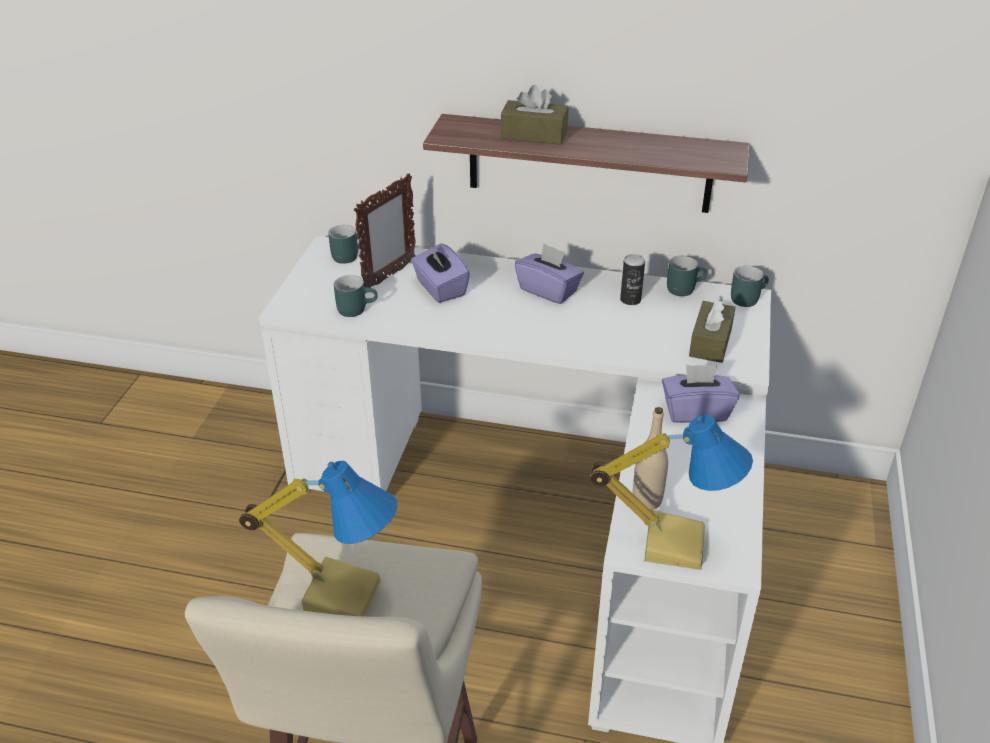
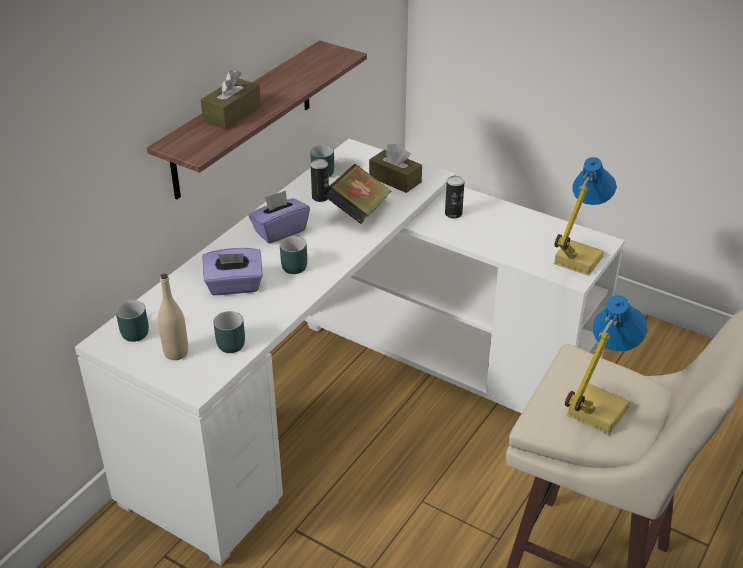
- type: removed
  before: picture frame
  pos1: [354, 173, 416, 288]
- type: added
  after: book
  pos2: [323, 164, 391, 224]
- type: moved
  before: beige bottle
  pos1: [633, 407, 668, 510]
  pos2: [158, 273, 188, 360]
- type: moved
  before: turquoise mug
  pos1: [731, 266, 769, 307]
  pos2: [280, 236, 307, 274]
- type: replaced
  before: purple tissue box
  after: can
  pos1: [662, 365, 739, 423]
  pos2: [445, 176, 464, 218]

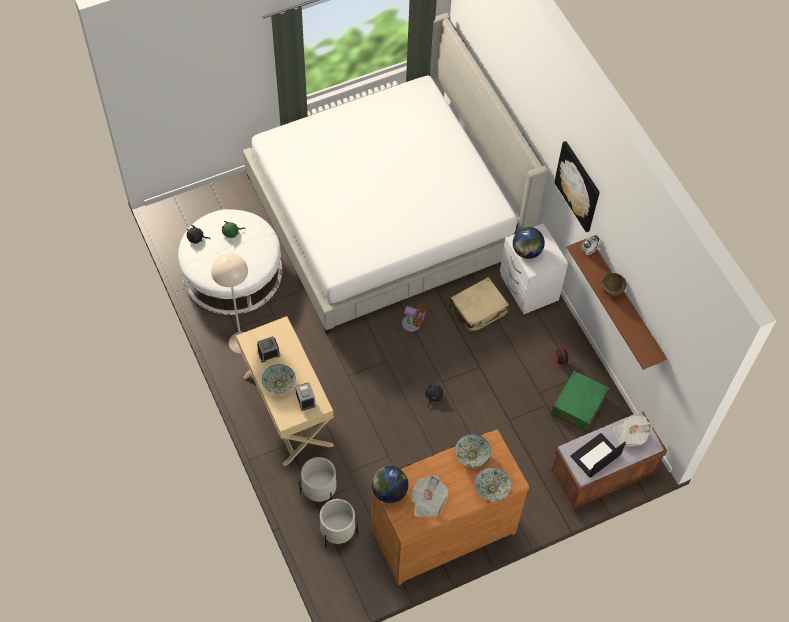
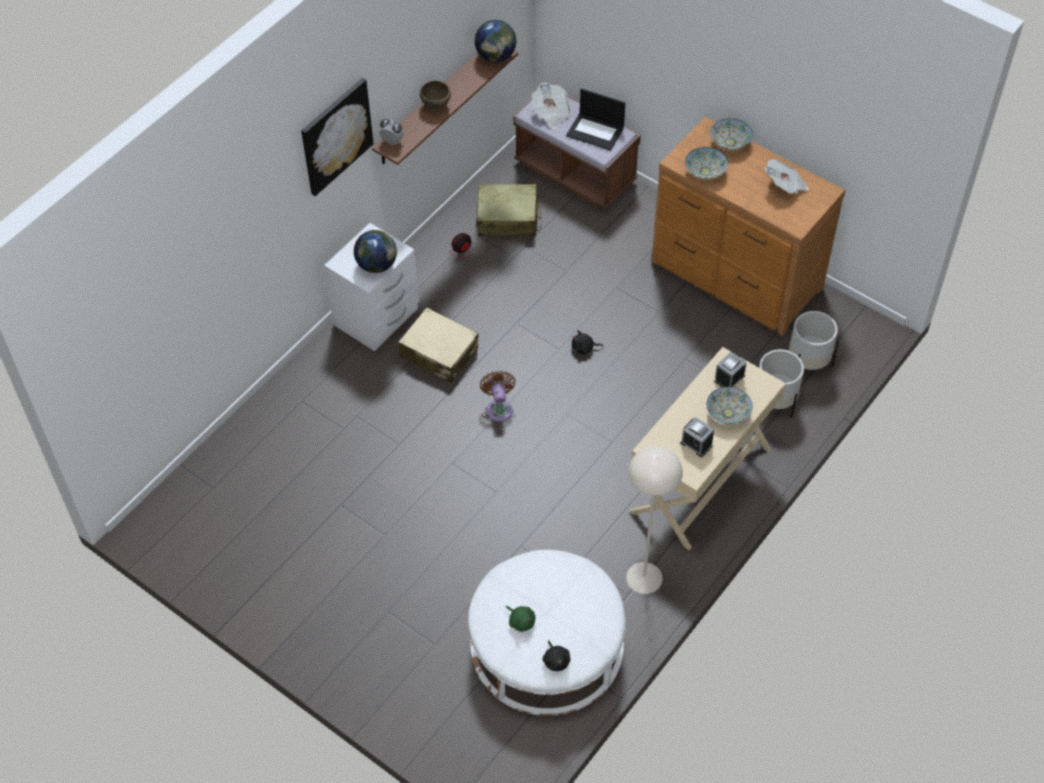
- type: removed
  before: bed
  pos1: [243, 13, 548, 333]
- type: moved
  before: globe
  pos1: [372, 466, 408, 503]
  pos2: [475, 20, 516, 63]
- type: recoloured
  before: green suitcase
  after: beige suitcase
  pos1: [551, 371, 609, 432]
  pos2: [476, 184, 541, 236]

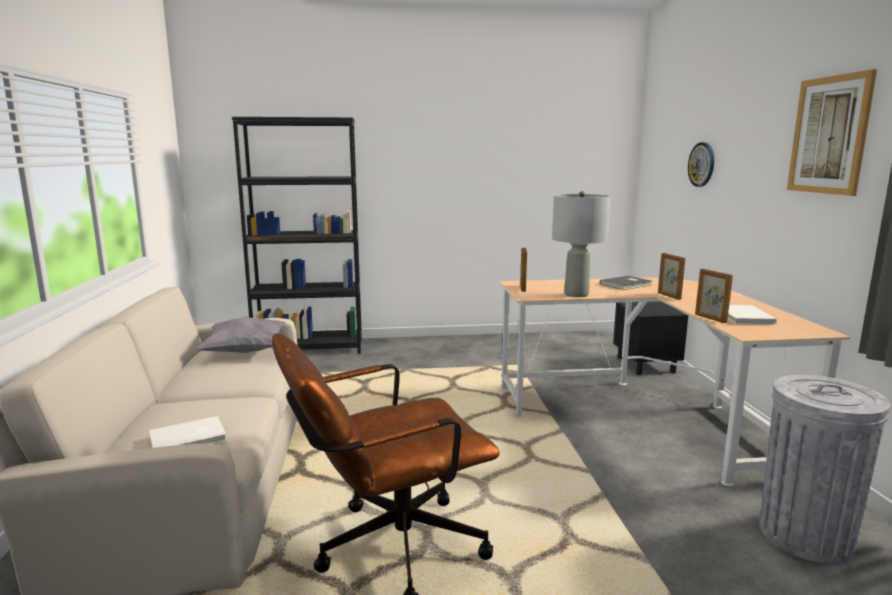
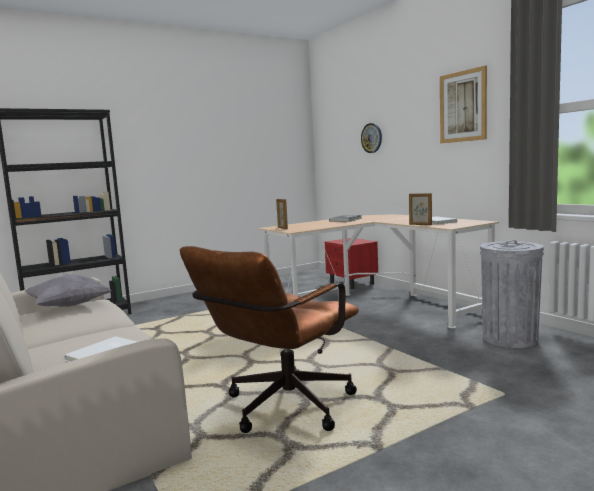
- type: removed
  before: grey table lamp
  pos1: [552, 191, 611, 297]
- type: removed
  before: picture frame
  pos1: [658, 253, 685, 300]
- type: recoloured
  before: black nightstand
  after: red nightstand
  pos1: [613, 301, 688, 375]
  pos2: [325, 238, 378, 289]

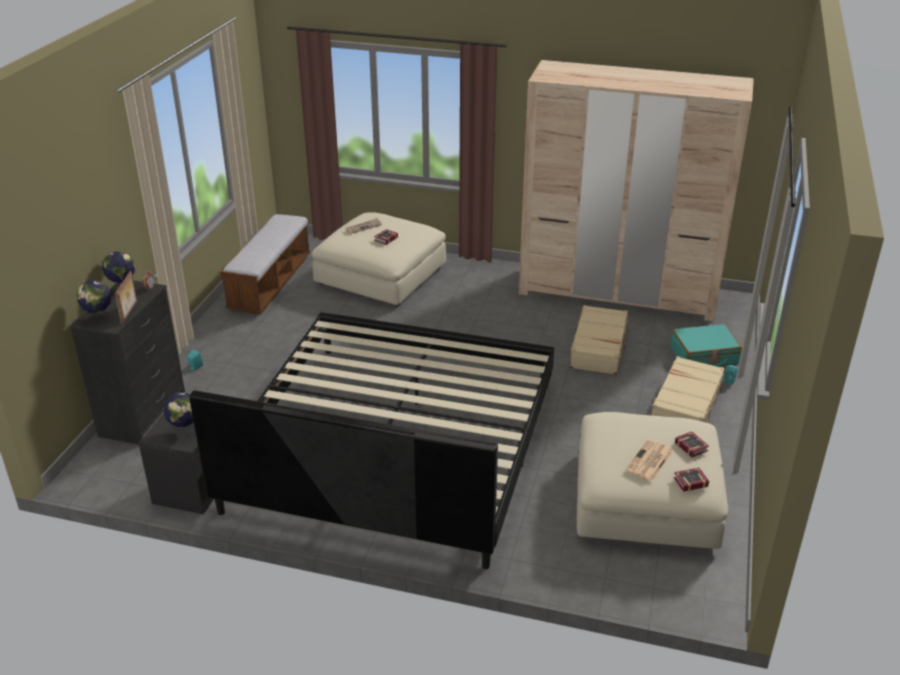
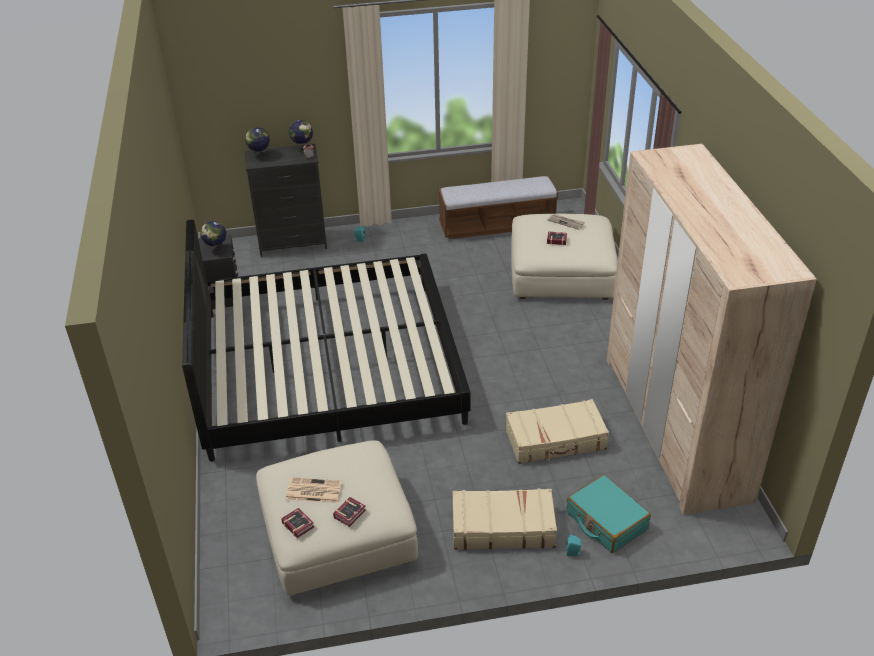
- type: removed
  before: picture frame
  pos1: [115, 271, 137, 324]

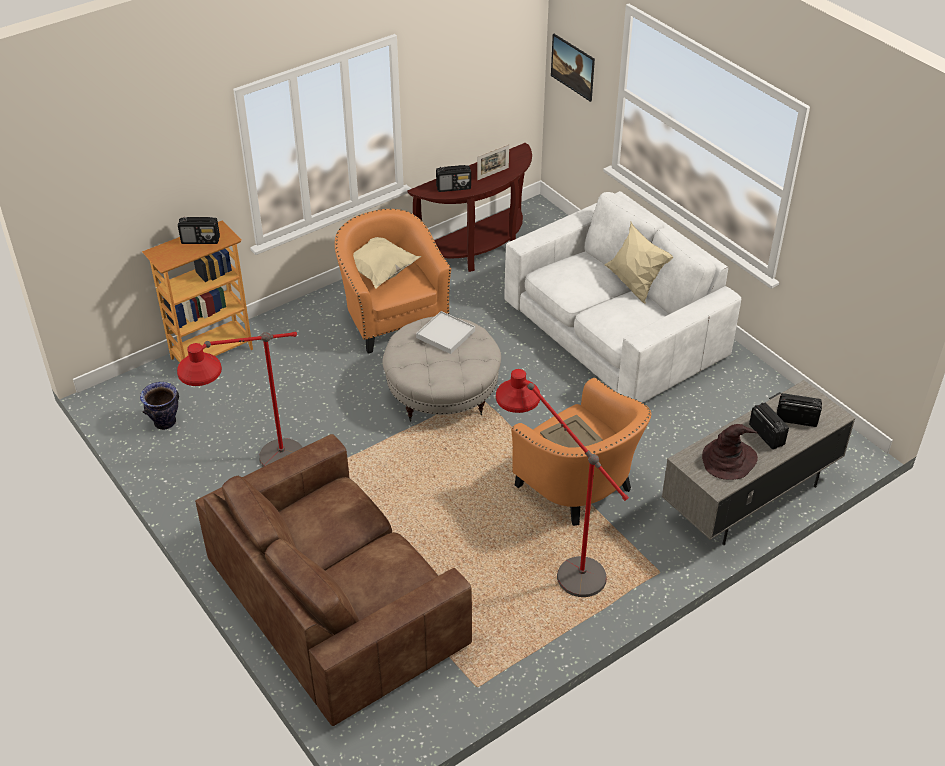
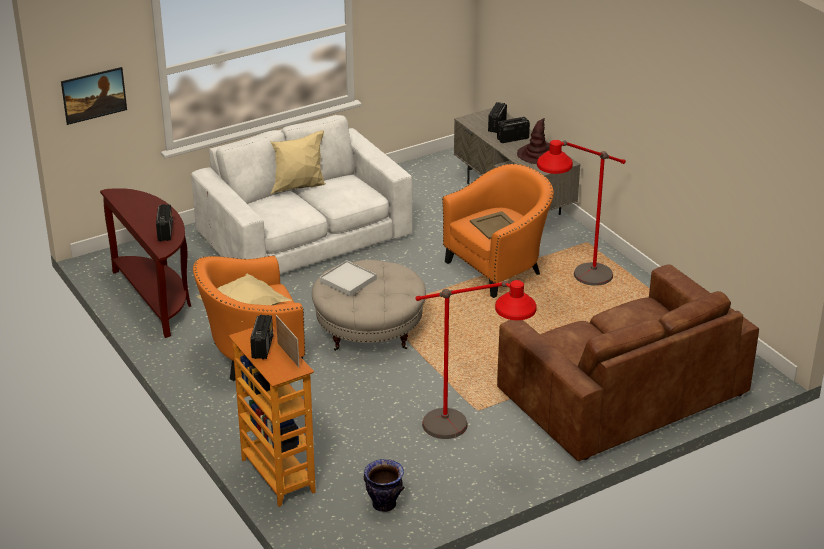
- type: moved
  before: picture frame
  pos1: [477, 144, 509, 180]
  pos2: [276, 315, 299, 367]

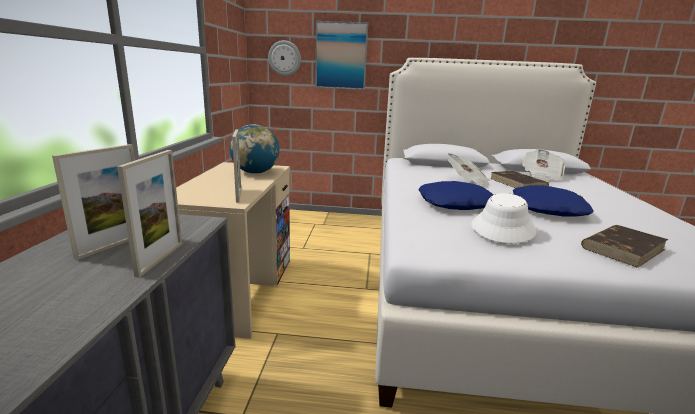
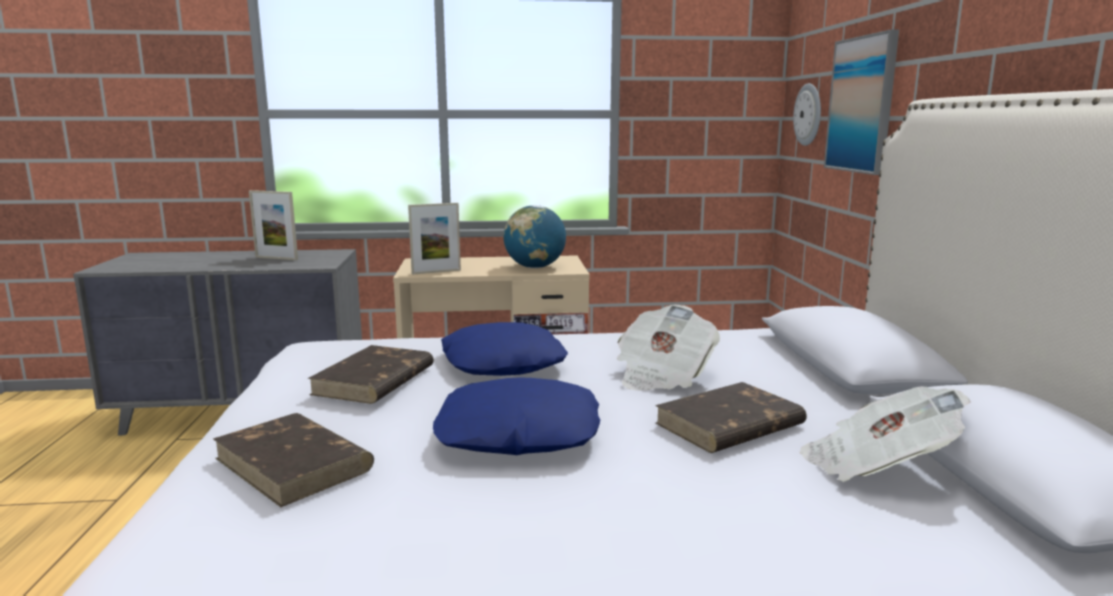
- type: removed
  before: picture frame
  pos1: [117, 150, 182, 277]
- type: replaced
  before: white hat
  after: brown book
  pos1: [471, 193, 536, 243]
  pos2: [308, 345, 434, 404]

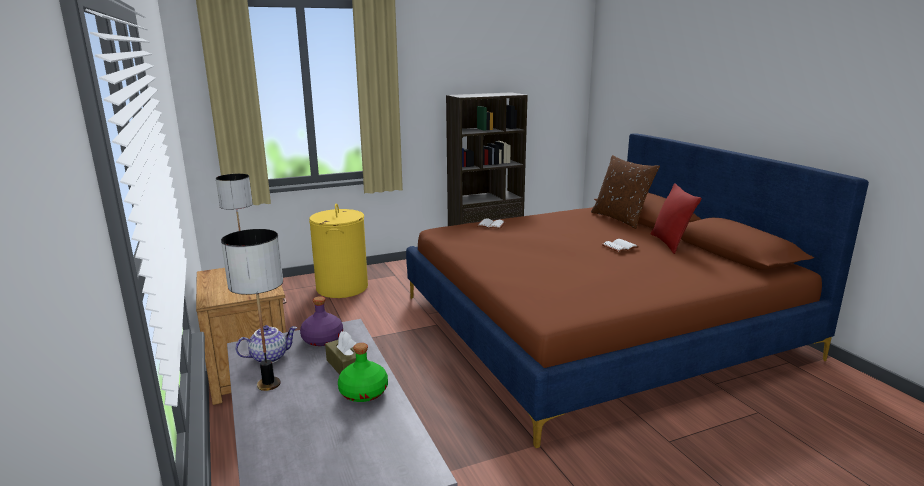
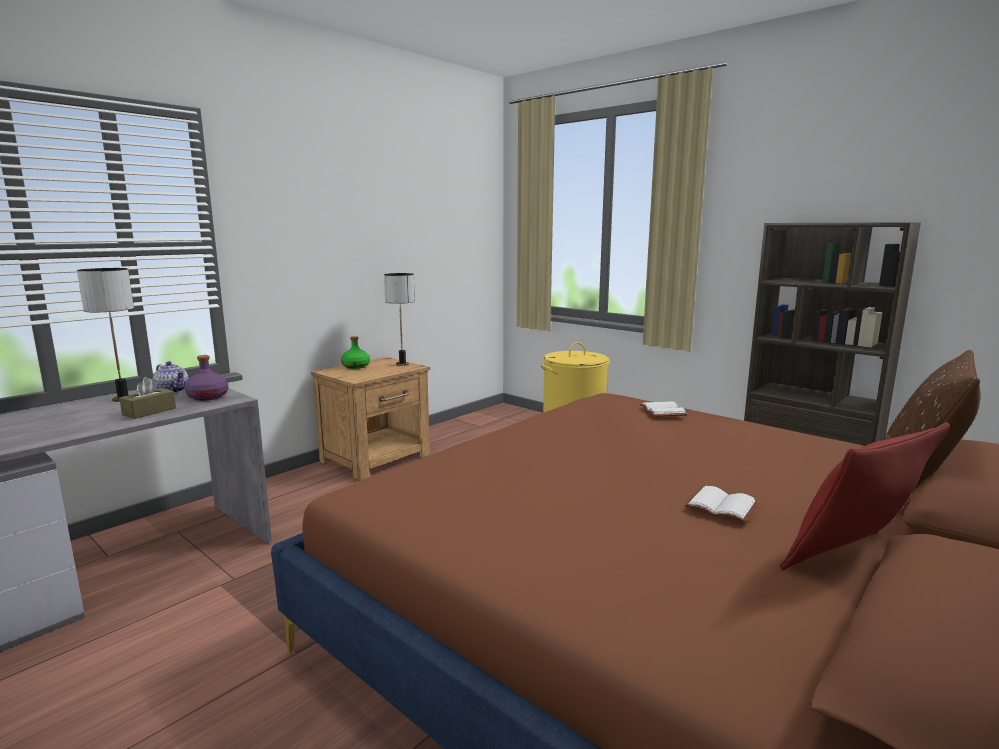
- type: moved
  before: green bottle
  pos1: [338, 343, 388, 402]
  pos2: [341, 336, 370, 369]

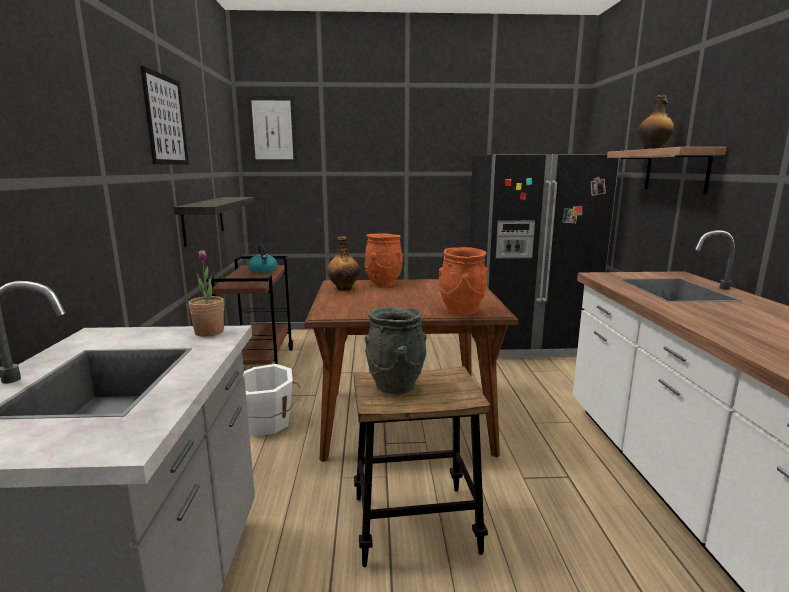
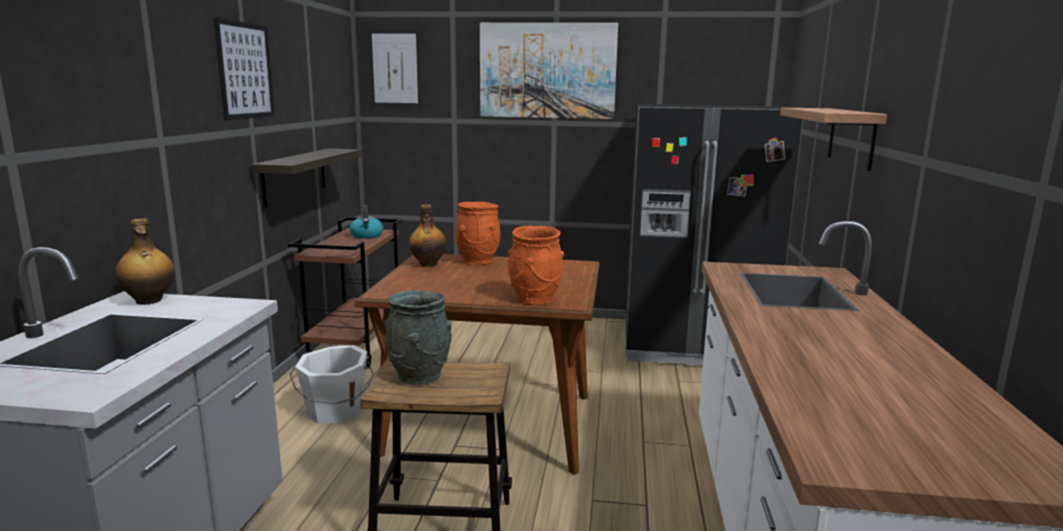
- type: removed
  before: potted plant
  pos1: [188, 250, 224, 337]
- type: added
  after: picture
  pos2: [480, 23, 618, 119]
- type: moved
  before: bottle
  pos1: [638, 95, 674, 149]
  pos2: [115, 218, 175, 305]

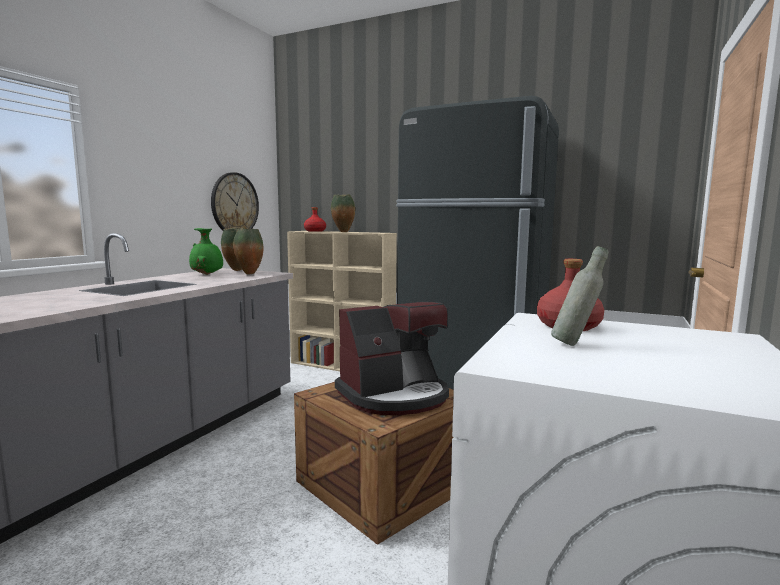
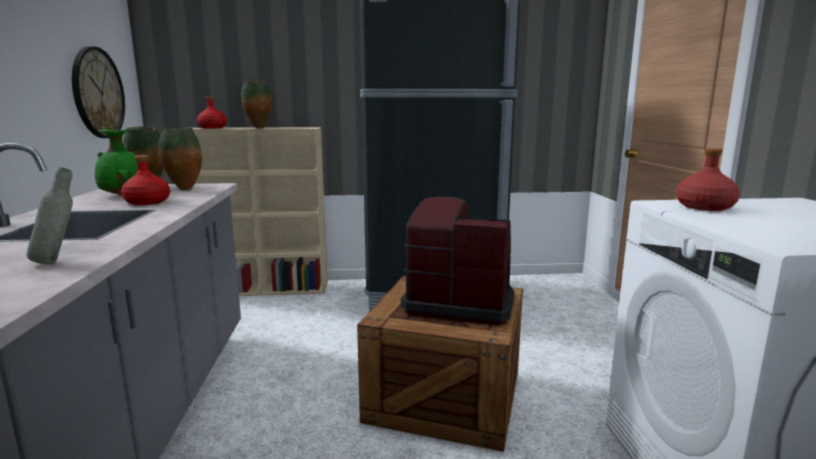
- type: added
  after: red bottle
  pos2: [121, 155, 170, 205]
- type: moved
  before: grey bottle
  pos1: [551, 246, 608, 346]
  pos2: [27, 167, 73, 264]
- type: turned
  before: coffee machine
  pos1: [335, 302, 449, 415]
  pos2: [401, 196, 515, 326]
  turn: -105

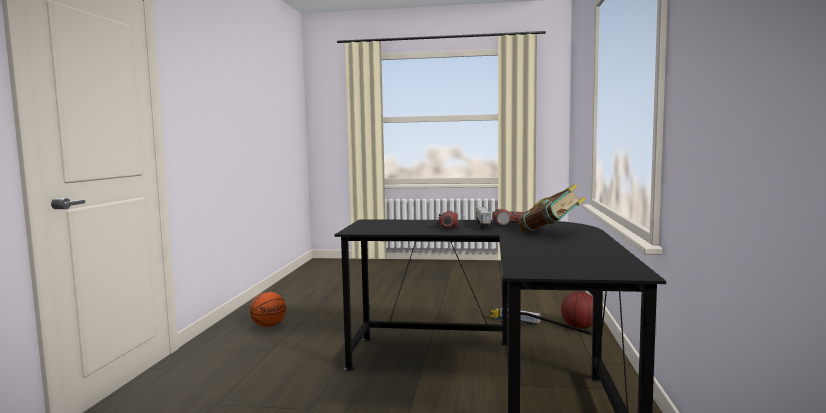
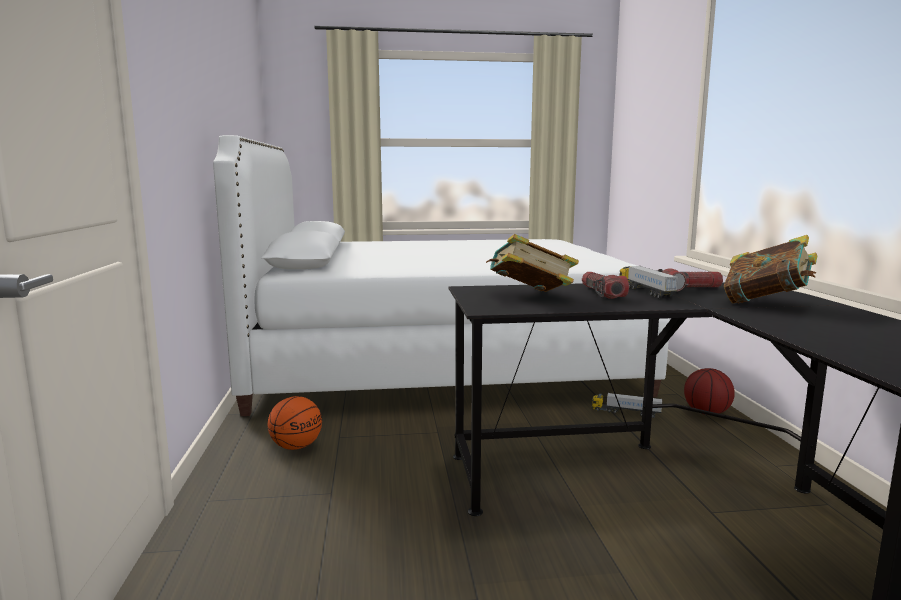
- type: added
  after: white bed
  pos2: [213, 135, 670, 416]
- type: added
  after: book
  pos2: [486, 234, 579, 292]

